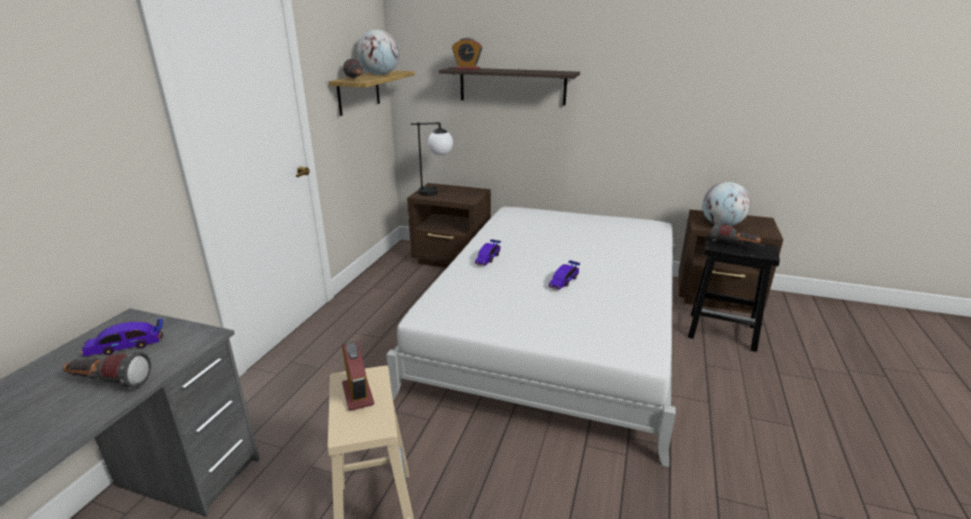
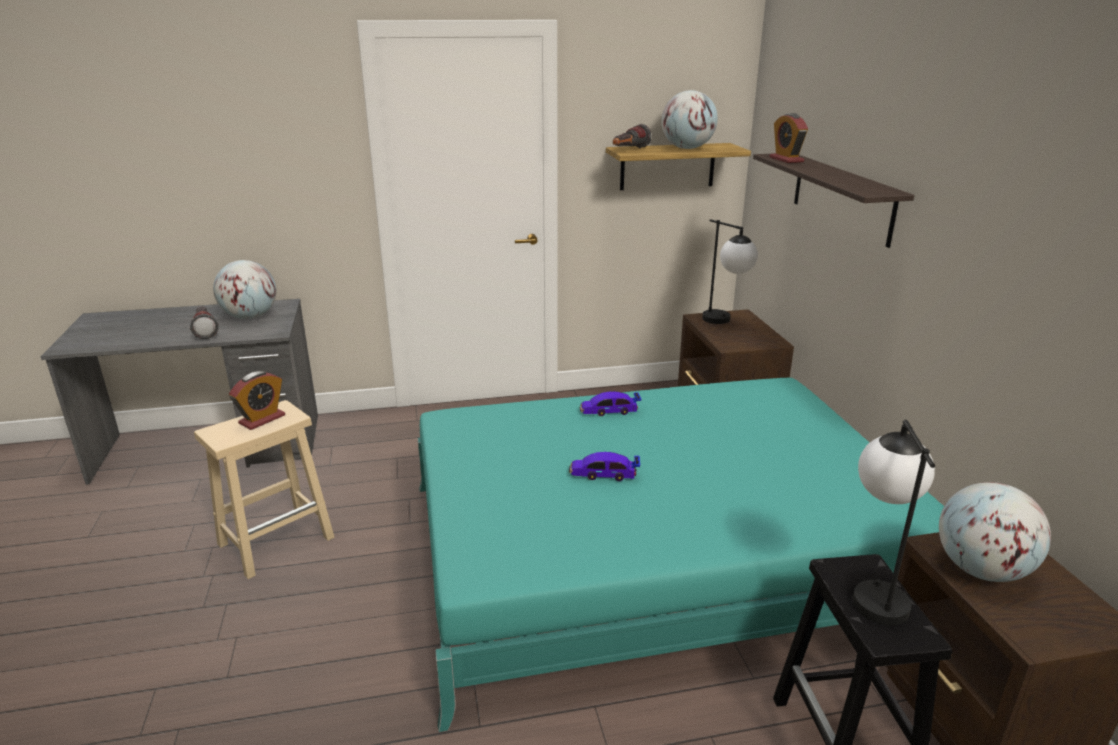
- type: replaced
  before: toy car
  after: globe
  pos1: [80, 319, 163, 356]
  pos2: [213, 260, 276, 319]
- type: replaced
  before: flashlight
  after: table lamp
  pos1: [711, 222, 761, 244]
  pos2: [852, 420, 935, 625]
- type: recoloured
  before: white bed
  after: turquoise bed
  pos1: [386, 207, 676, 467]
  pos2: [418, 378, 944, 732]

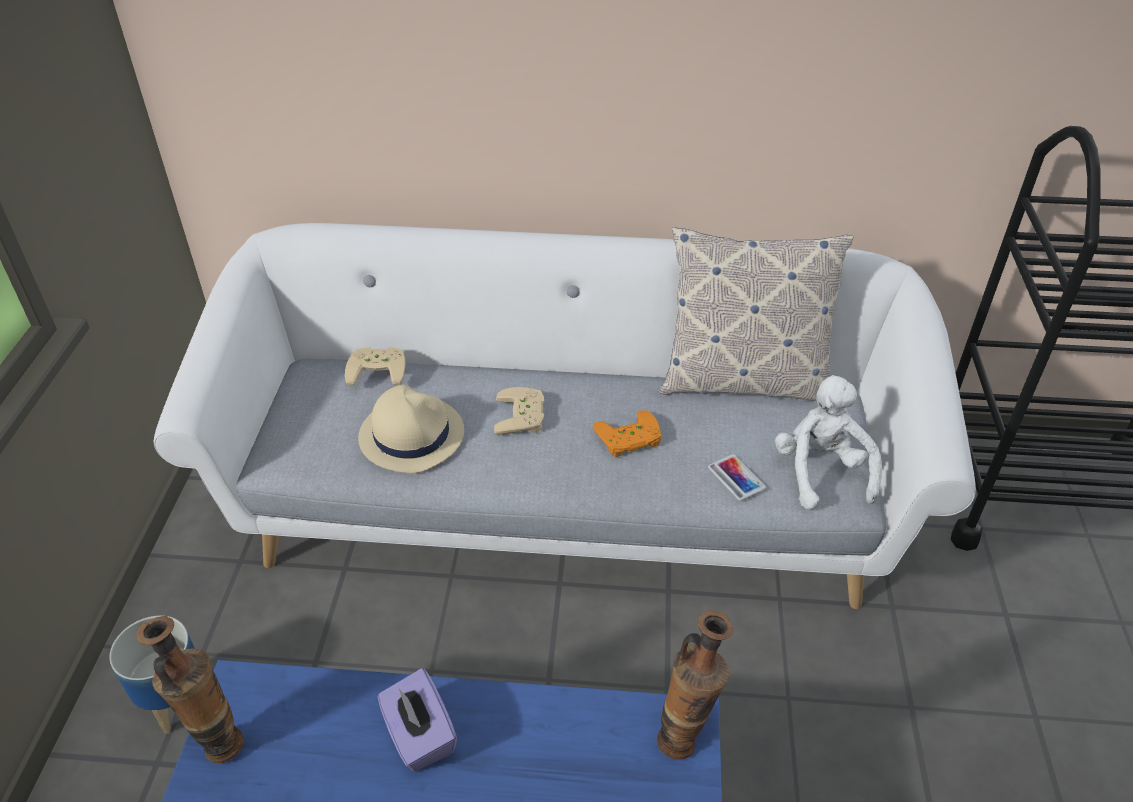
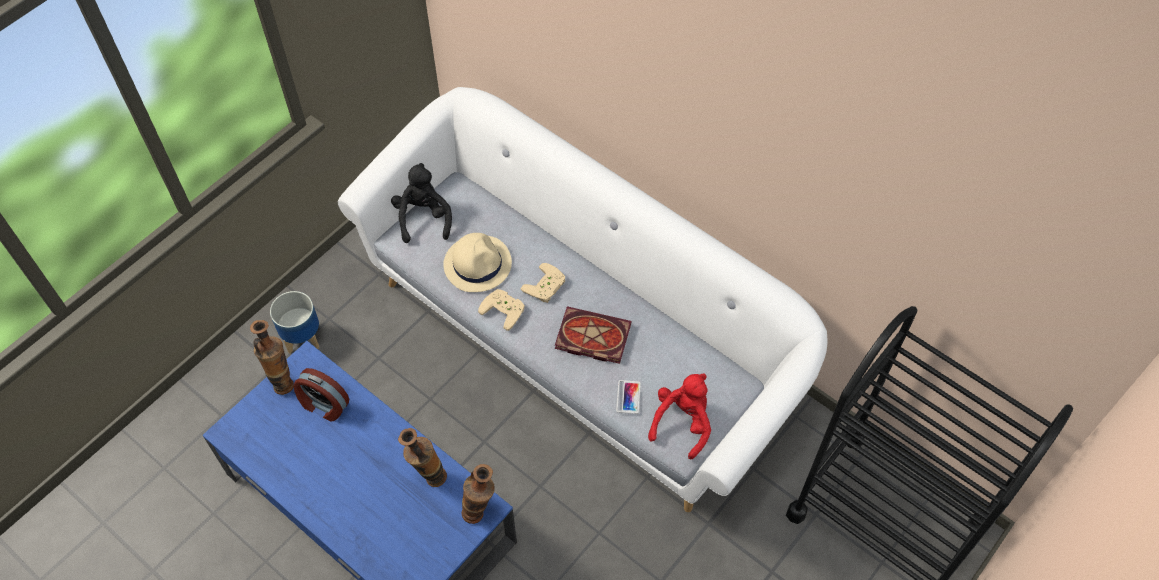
- type: removed
  before: purple tissue box
  pos1: [377, 668, 457, 771]
- type: removed
  before: pillow
  pos1: [659, 227, 854, 401]
- type: added
  after: alarm clock
  pos2: [294, 368, 349, 422]
- type: added
  after: black plush toy
  pos2: [391, 163, 452, 243]
- type: added
  after: vase
  pos2: [398, 428, 447, 487]
- type: moved
  before: beige game controller
  pos1: [345, 347, 405, 385]
  pos2: [478, 289, 525, 331]
- type: replaced
  before: orange game controller
  after: book
  pos1: [593, 410, 661, 457]
  pos2: [555, 306, 632, 364]
- type: recoloured
  before: white plush toy
  after: red plush toy
  pos1: [775, 375, 882, 509]
  pos2: [648, 373, 711, 460]

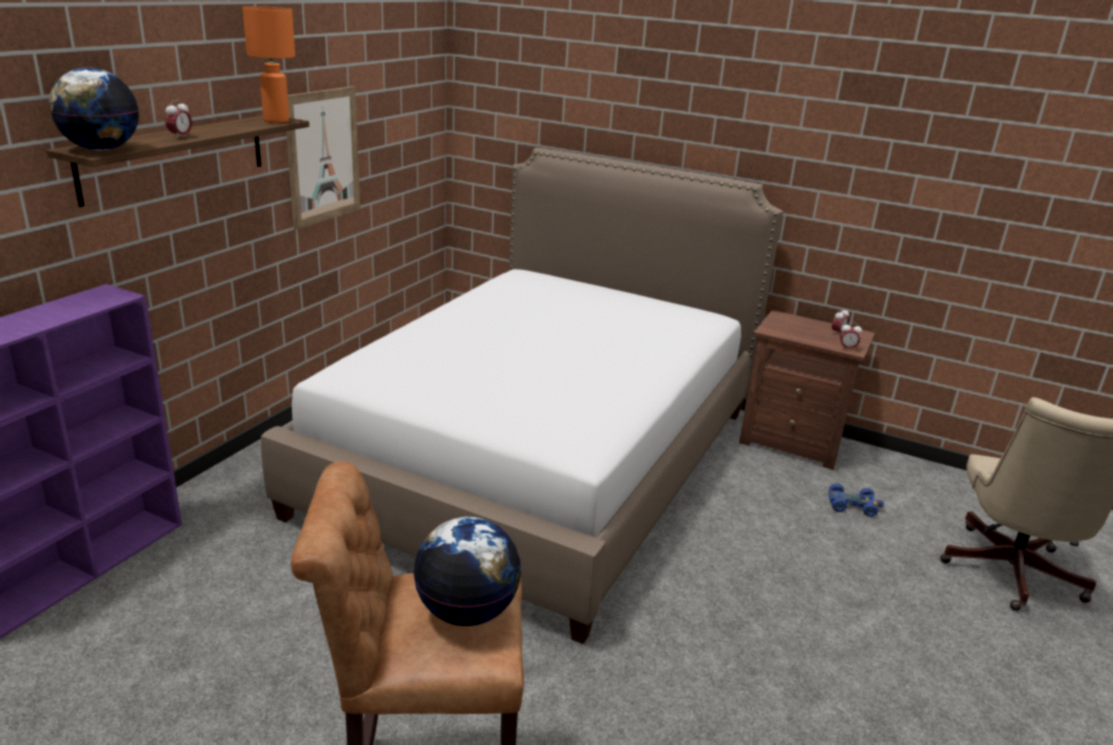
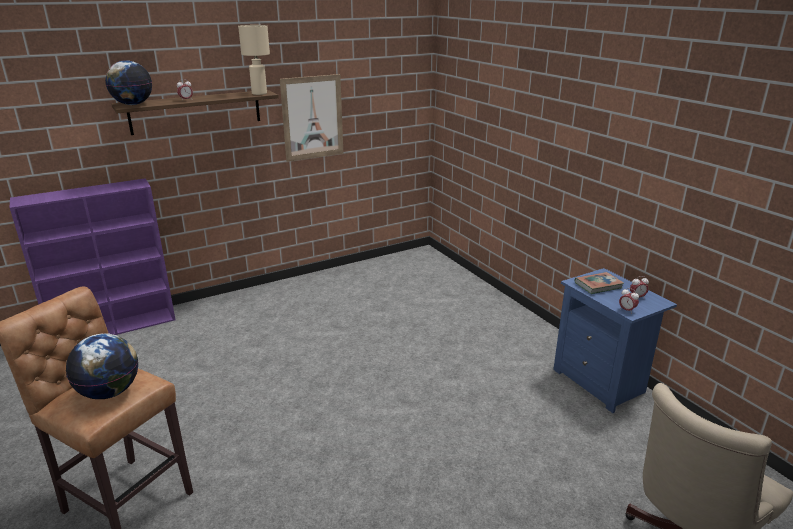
- type: removed
  before: bed
  pos1: [261, 147, 783, 644]
- type: removed
  before: blue toy car
  pos1: [828, 483, 884, 517]
- type: added
  after: book
  pos2: [574, 272, 624, 294]
- type: recoloured
  before: orange table lamp
  after: beige table lamp
  pos1: [242, 6, 295, 123]
  pos2: [238, 25, 270, 95]
- type: recoloured
  before: brown nightstand
  after: blue nightstand
  pos1: [739, 310, 875, 470]
  pos2: [553, 268, 677, 413]

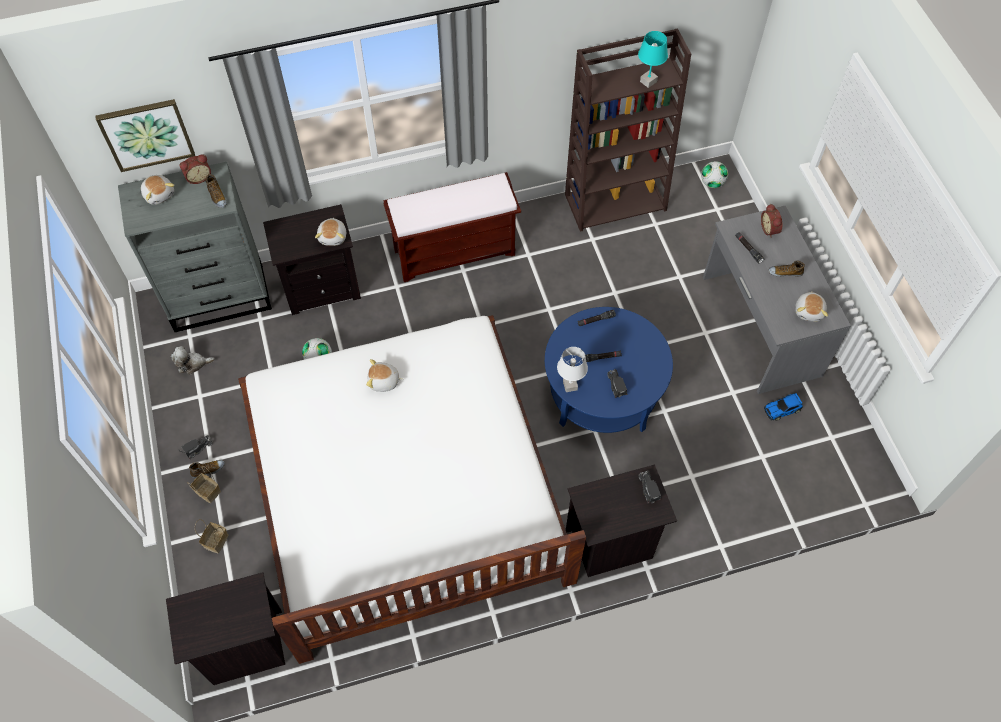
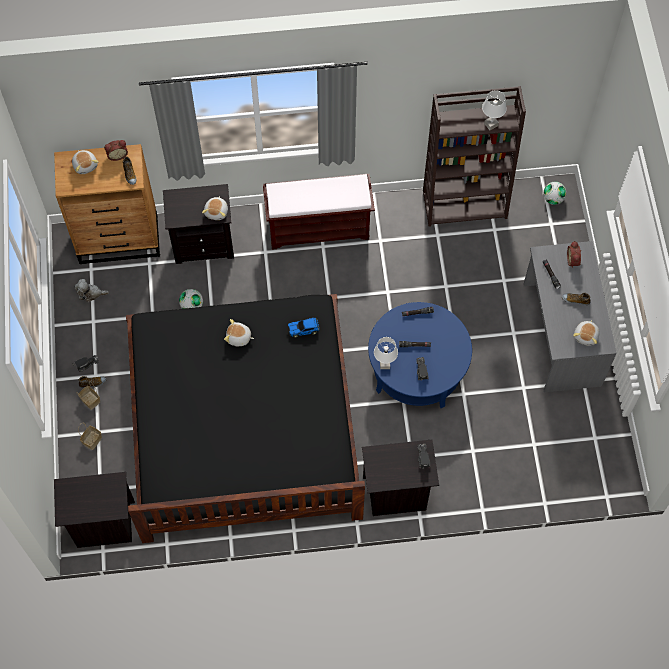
- type: removed
  before: picture
  pos1: [95, 99, 195, 172]
- type: moved
  before: toy car
  pos1: [764, 393, 803, 421]
  pos2: [288, 318, 319, 338]
- type: recoloured
  before: grey dresser
  after: brown dresser
  pos1: [118, 162, 272, 332]
  pos2: [54, 144, 160, 264]
- type: recoloured
  before: white bed
  after: black bed
  pos1: [238, 315, 586, 664]
  pos2: [126, 294, 365, 543]
- type: recoloured
  before: turquoise table lamp
  after: white table lamp
  pos1: [638, 31, 668, 88]
  pos2: [482, 90, 507, 130]

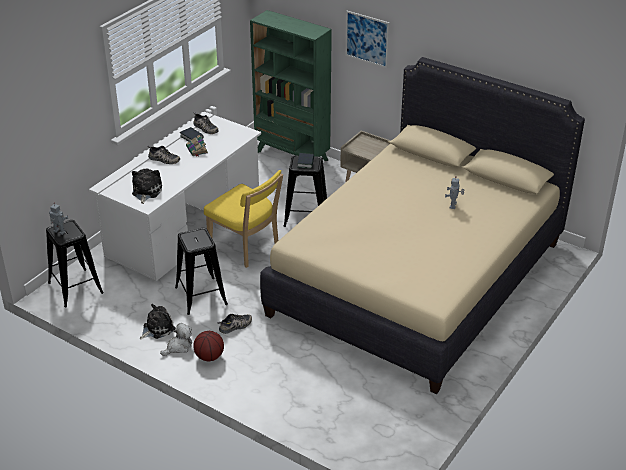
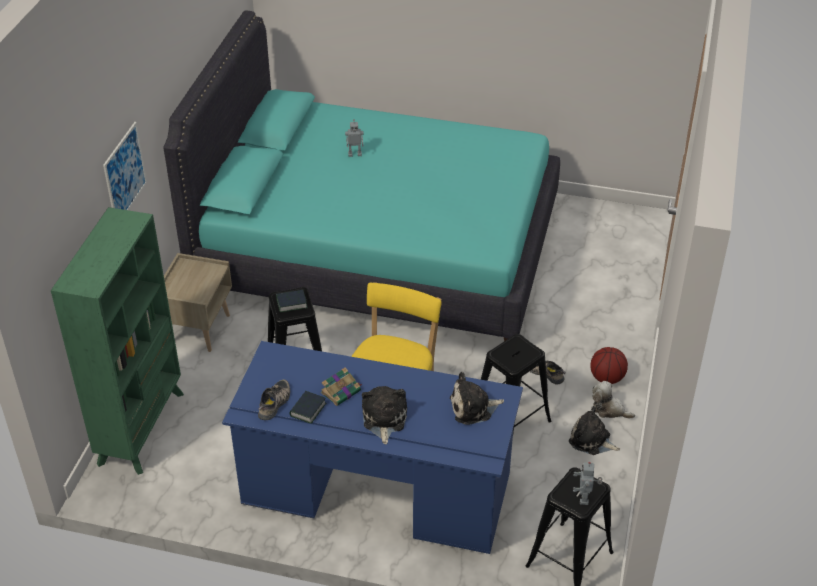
- type: replaced
  before: shoe
  after: plush toy
  pos1: [147, 146, 180, 164]
  pos2: [362, 386, 407, 444]
- type: recoloured
  before: white desk
  after: blue desk
  pos1: [89, 112, 261, 281]
  pos2: [222, 341, 523, 554]
- type: recoloured
  before: beige bed
  after: turquoise bed
  pos1: [260, 57, 585, 394]
  pos2: [163, 10, 560, 341]

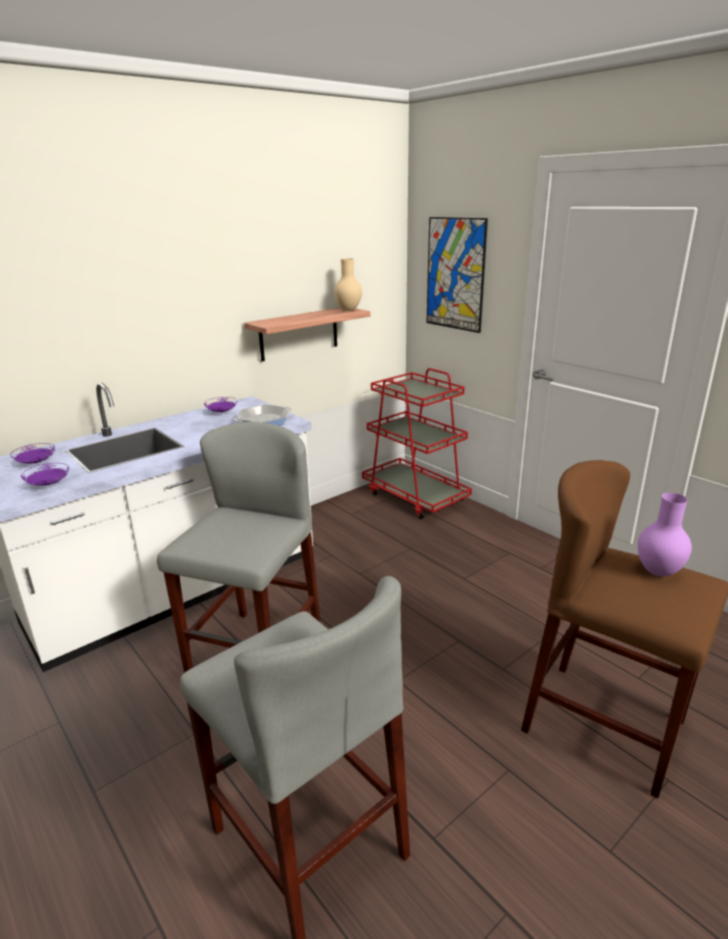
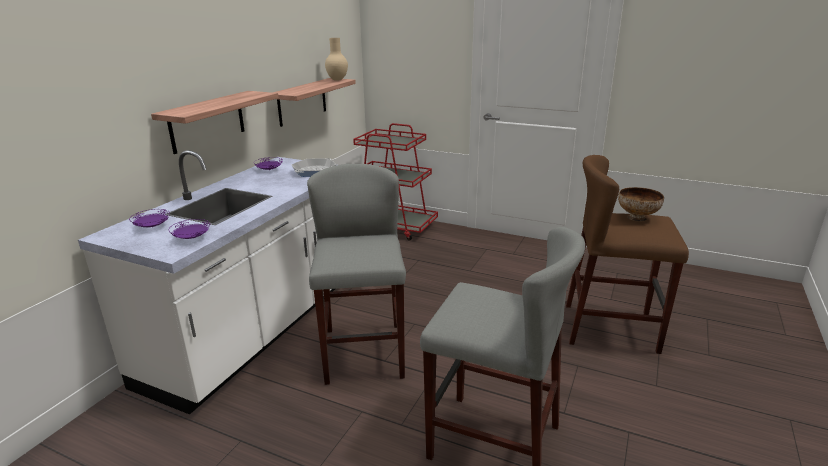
- type: removed
  before: picture
  pos1: [427, 217, 488, 333]
- type: added
  after: shelf
  pos2: [151, 91, 278, 154]
- type: replaced
  before: purple vase
  after: bowl
  pos1: [638, 493, 692, 577]
  pos2: [618, 187, 664, 221]

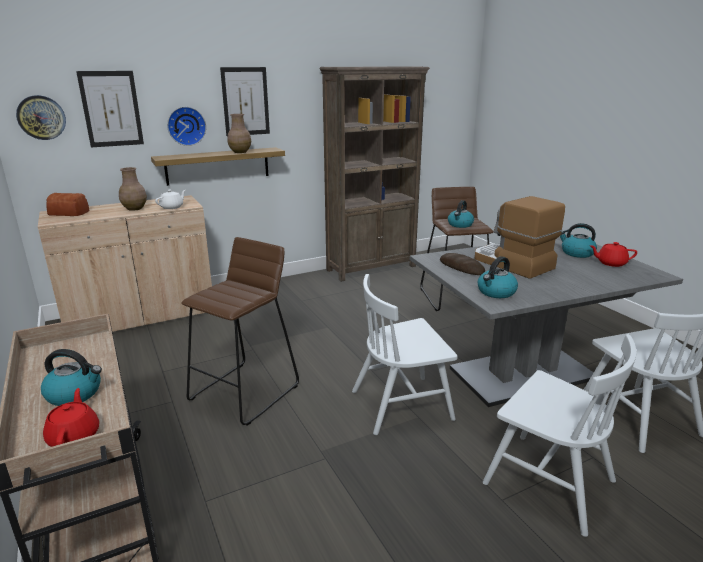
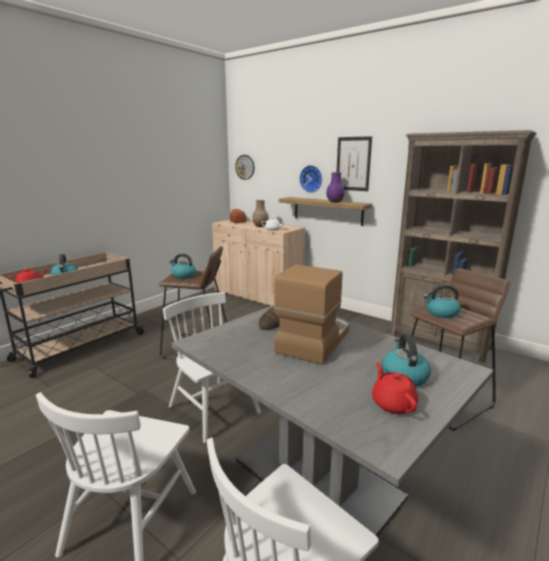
- type: removed
  before: picture
  pos1: [76, 71, 144, 147]
- type: moved
  before: kettle
  pos1: [478, 257, 518, 298]
  pos2: [170, 254, 196, 279]
- type: recoloured
  before: brown vase
  after: purple vase
  pos1: [227, 114, 251, 153]
  pos2: [326, 172, 345, 203]

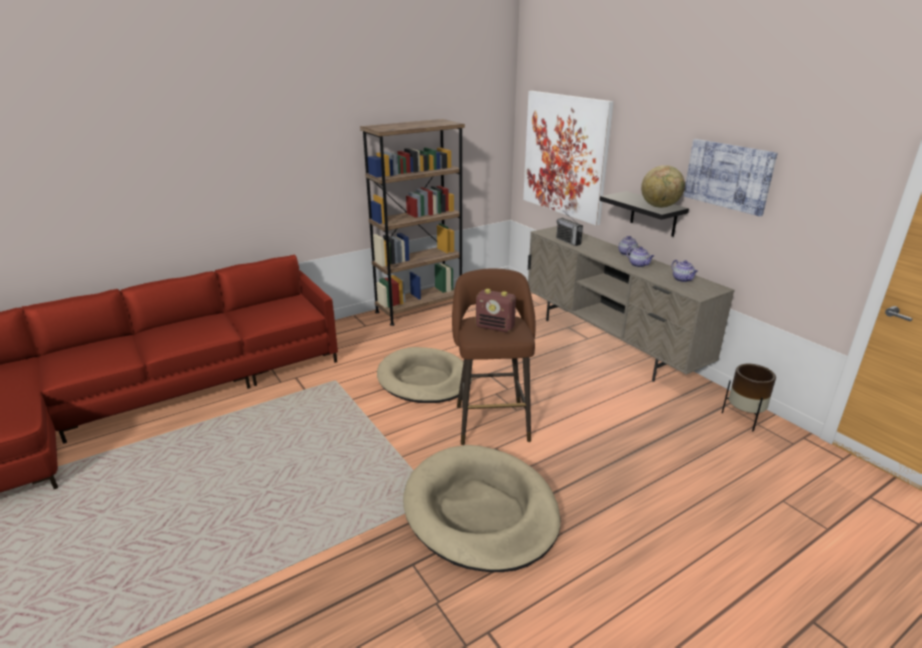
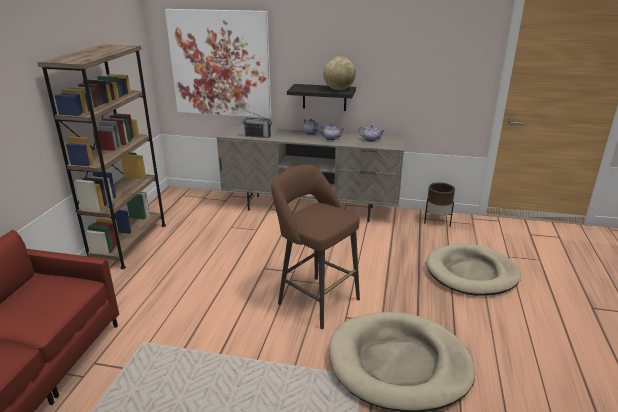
- type: removed
  before: radio
  pos1: [476, 289, 516, 332]
- type: removed
  before: picture
  pos1: [684, 139, 778, 216]
- type: moved
  before: beige dog bed
  pos1: [377, 347, 472, 403]
  pos2: [426, 244, 521, 296]

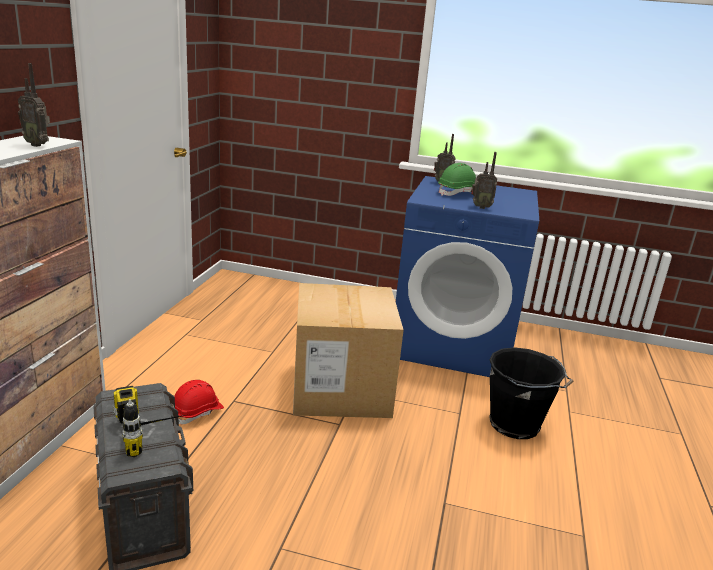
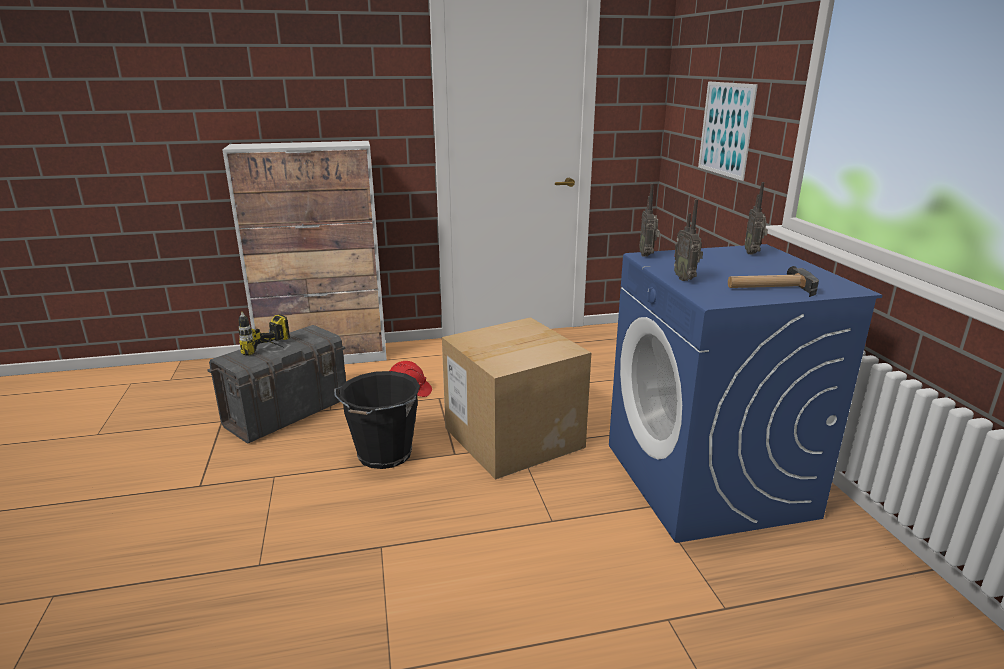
- type: removed
  before: green hard hat
  pos1: [438, 163, 476, 196]
- type: added
  after: picture
  pos2: [698, 81, 758, 181]
- type: added
  after: hammer
  pos2: [728, 266, 819, 297]
- type: moved
  before: radio
  pos1: [18, 63, 50, 147]
  pos2: [639, 183, 660, 257]
- type: moved
  before: black bucket
  pos1: [490, 347, 573, 439]
  pos2: [334, 371, 420, 469]

